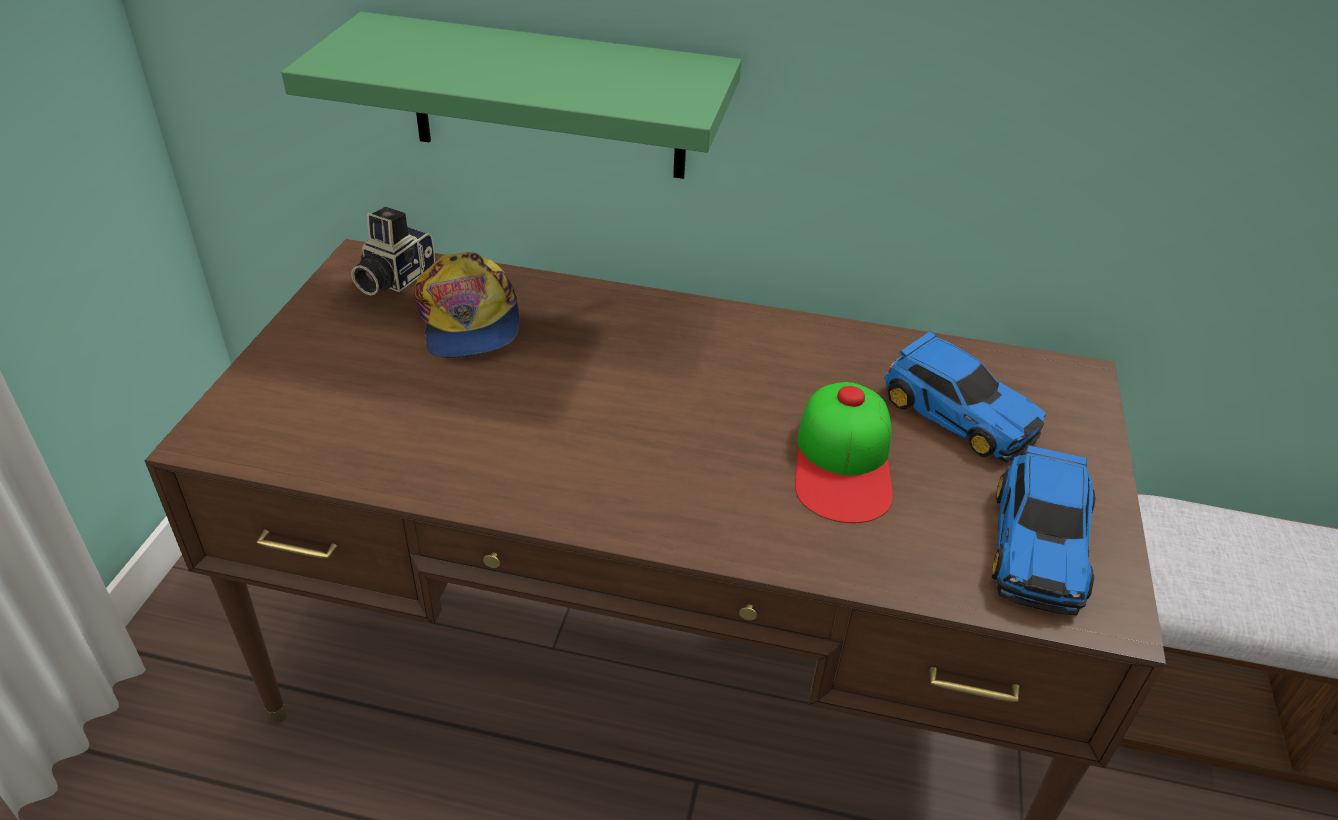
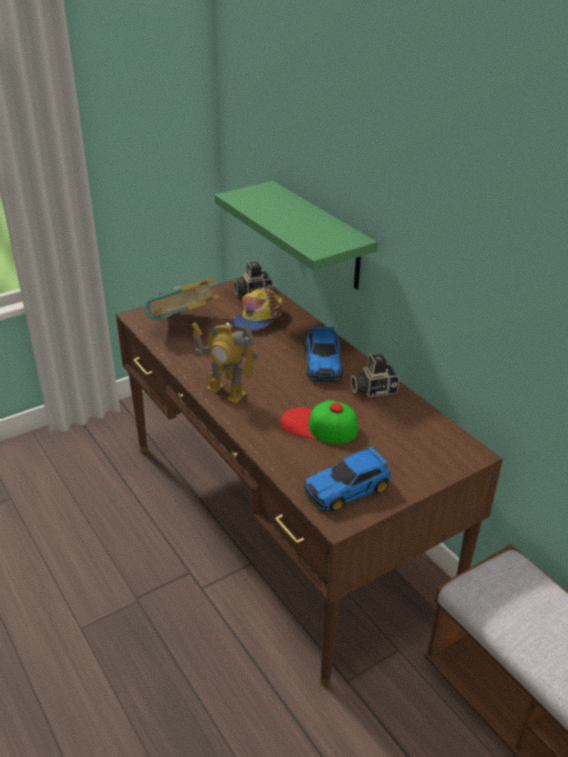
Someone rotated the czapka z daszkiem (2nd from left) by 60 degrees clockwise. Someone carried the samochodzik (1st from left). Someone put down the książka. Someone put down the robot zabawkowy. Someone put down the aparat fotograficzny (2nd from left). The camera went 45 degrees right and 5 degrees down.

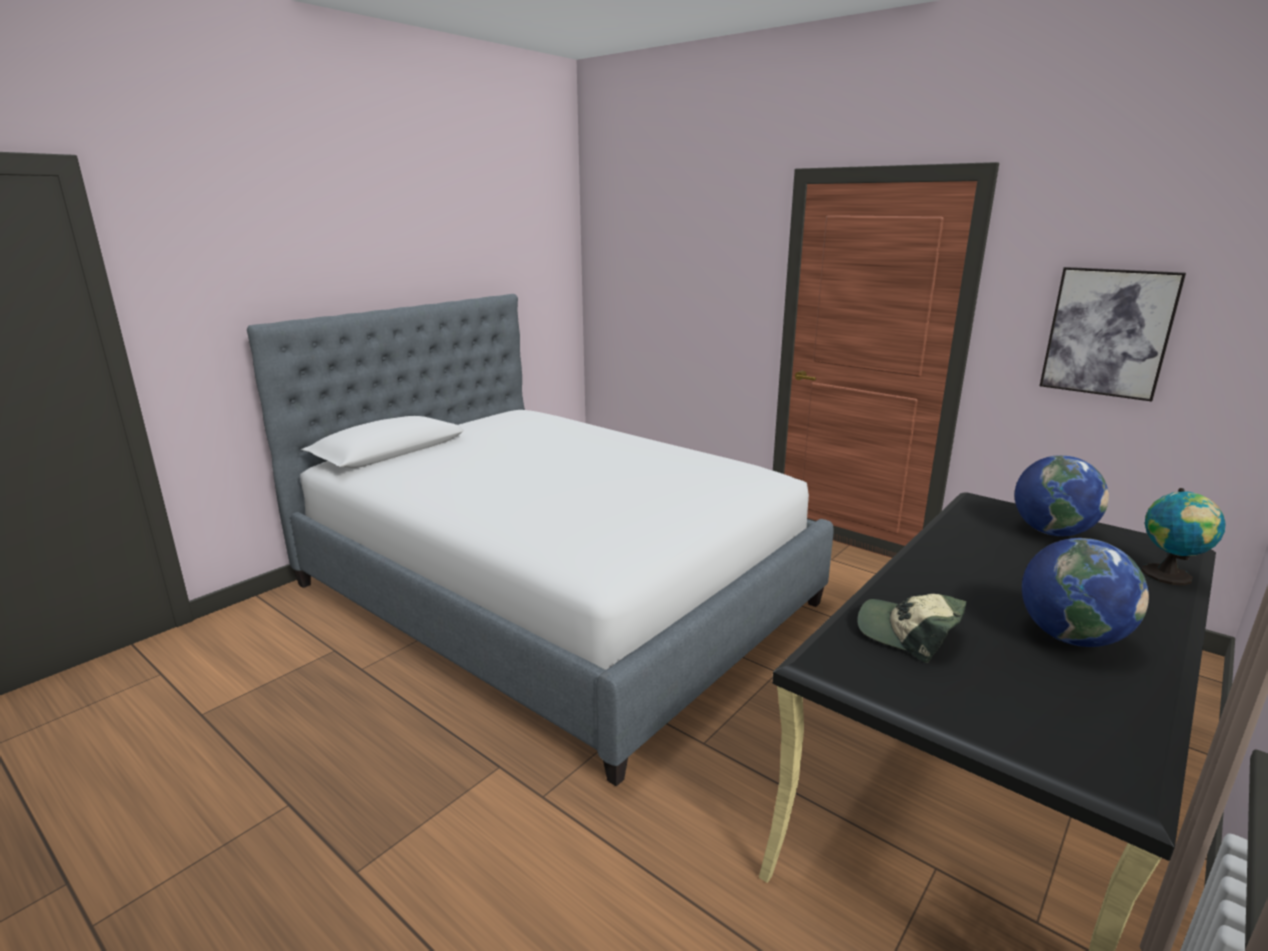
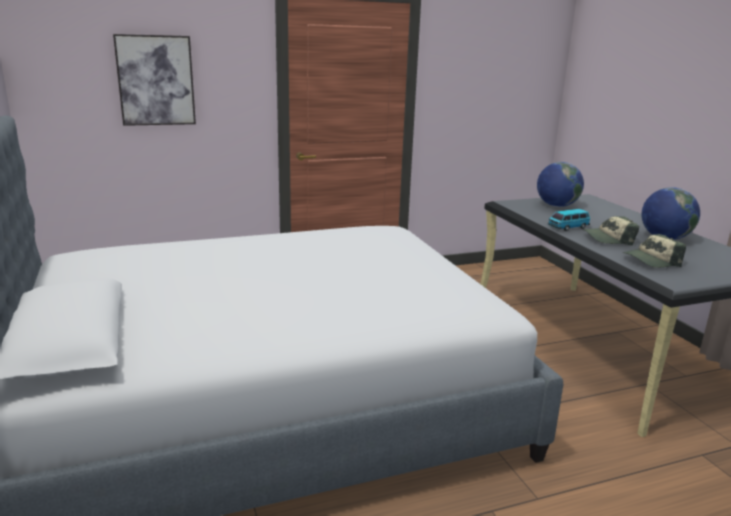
Someone carried the obraz. Someone took away the globus (3rd from left). Someone put down the samochodzik. Someone put down the czapka z daszkiem (1st from left). The camera went 60 degrees left and 0 degrees up.

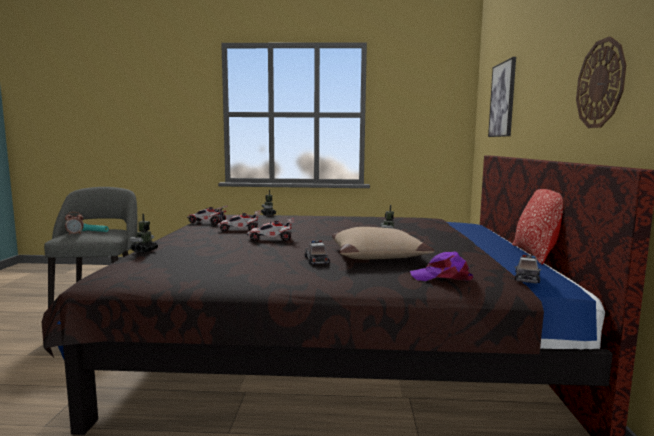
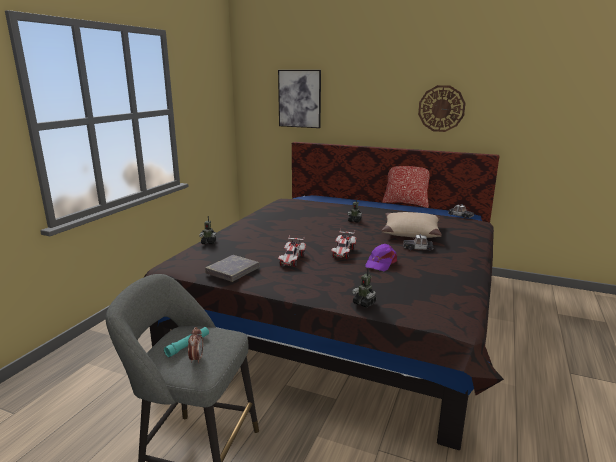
Someone swapped the samochodzik (1st from left) for the książka (szary). Someone carried the czapka z daszkiem (fioletowy). The camera went 70 degrees left and 10 degrees up.

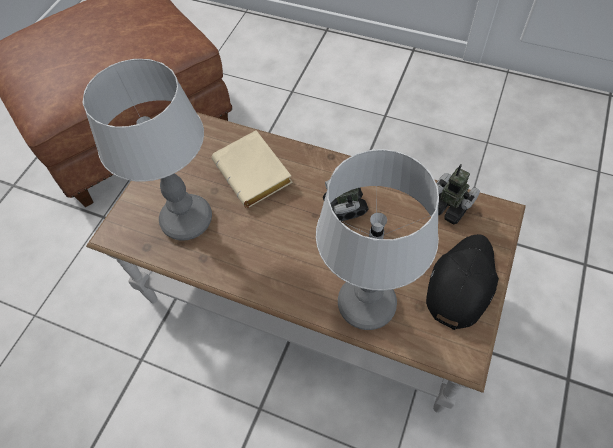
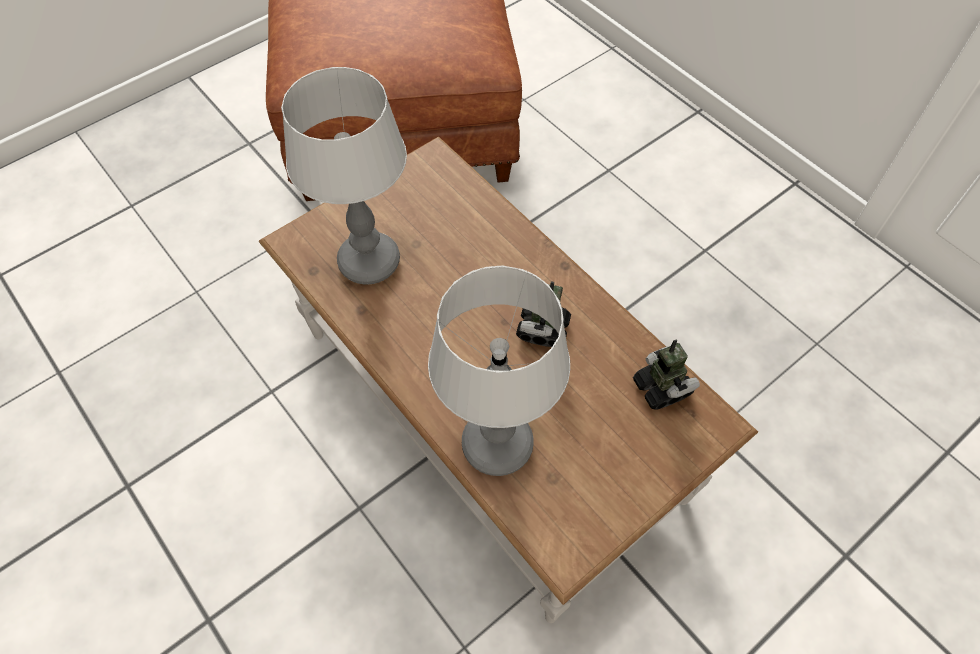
Someone took away the książka (beżowy). Someone took away the czapka z daszkiem (czarny). The camera went 25 degrees right and 0 degrees up.

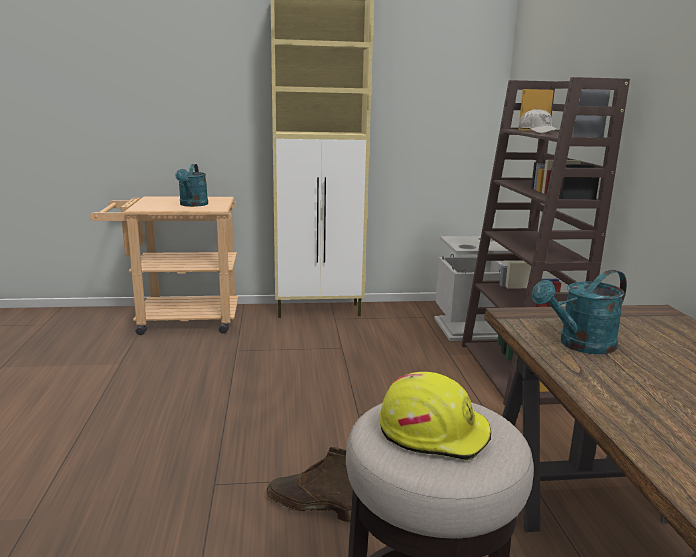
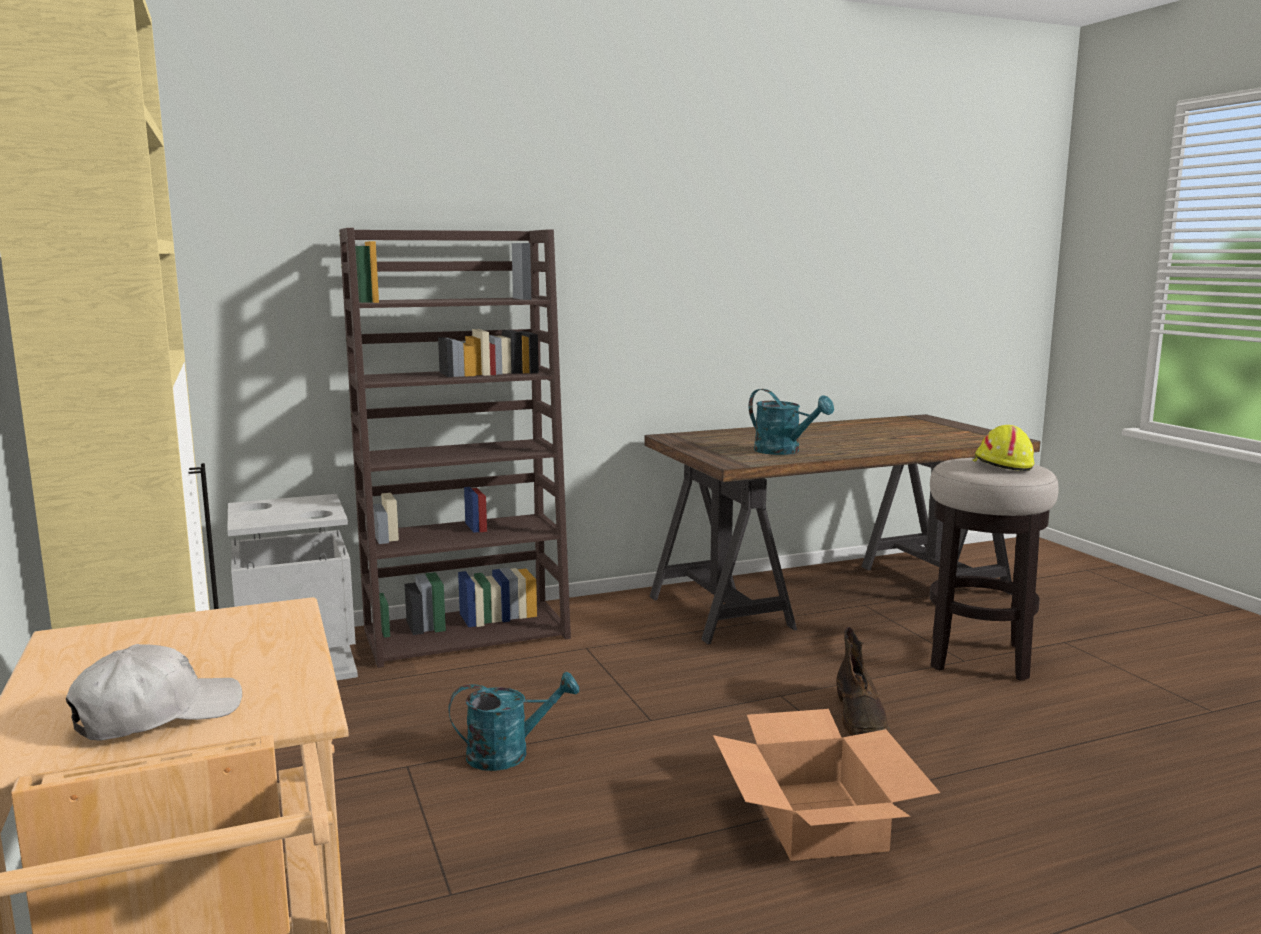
Someone carried the konewka (turkusowy) (1st from left). Someone carried the czapka z daszkiem (biały). Someone put down the karton. The camera went 105 degrees left and 5 degrees down.

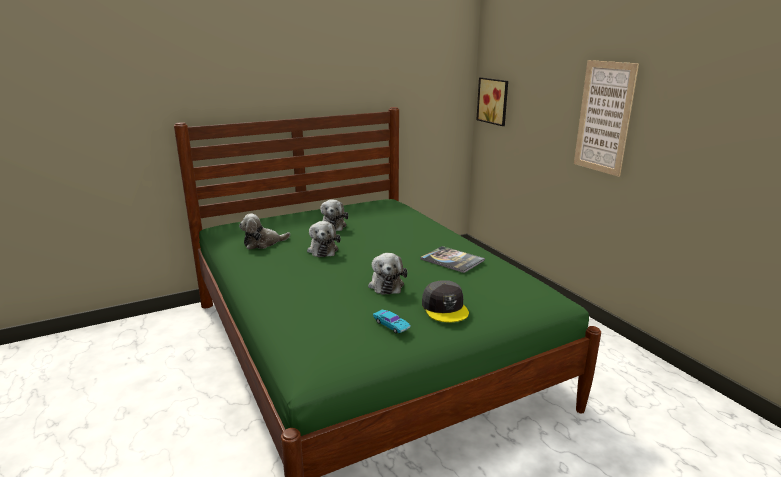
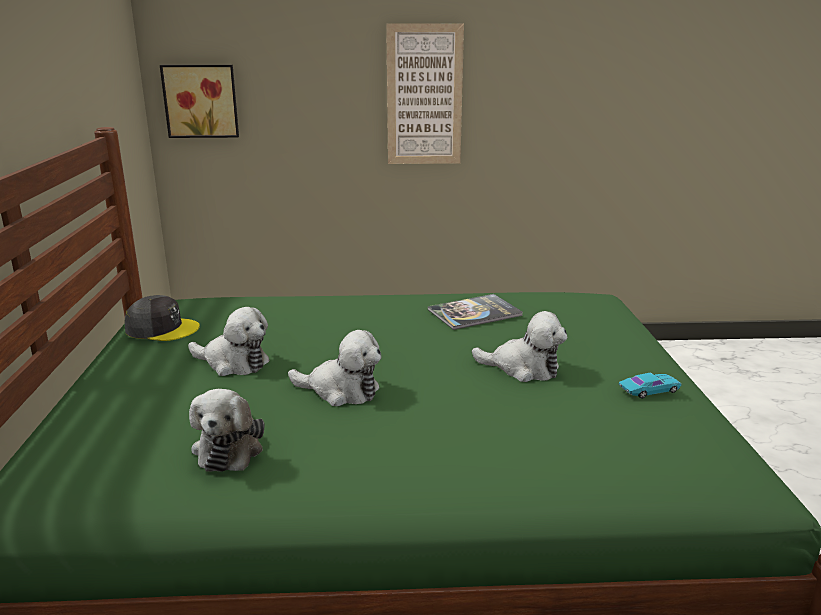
Someone carried the czapka z daszkiem (szary). The camera went 65 degrees left and 0 degrees up.

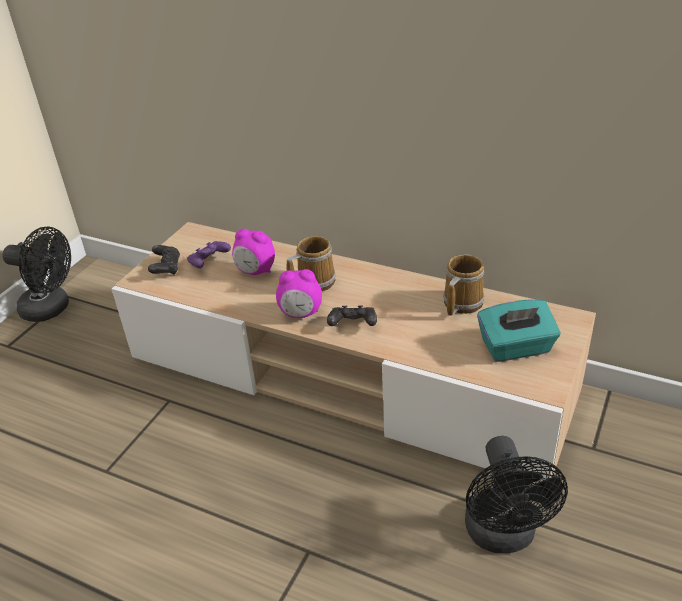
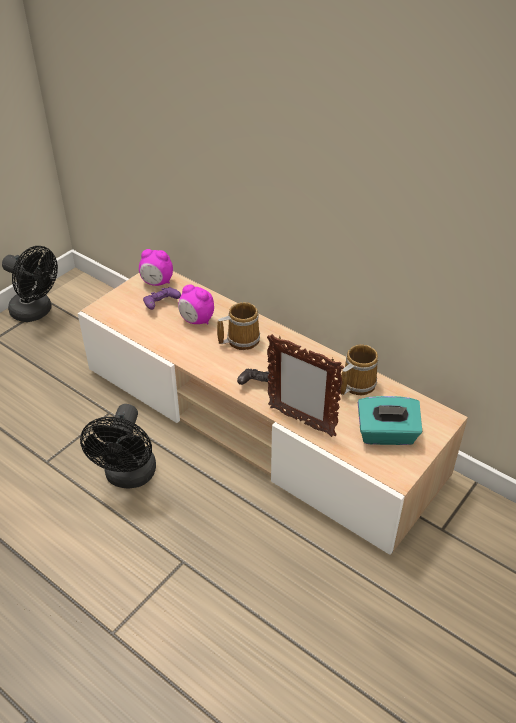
Someone took away the pad do gier (czarny) (1st from left). Someone carried the budzik (2nd from left in the first image). Someone carried the wentylator (czarny) (2nd from left). Someone put down the ramka na zdjęcie. The camera went 10 degrees right and 5 degrees up.

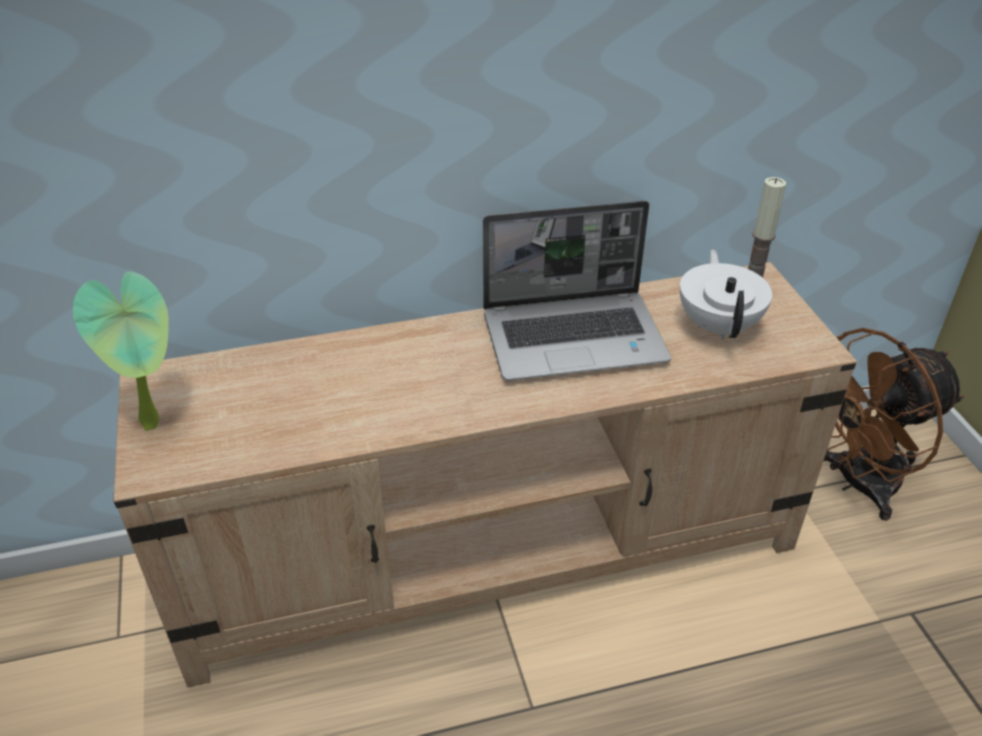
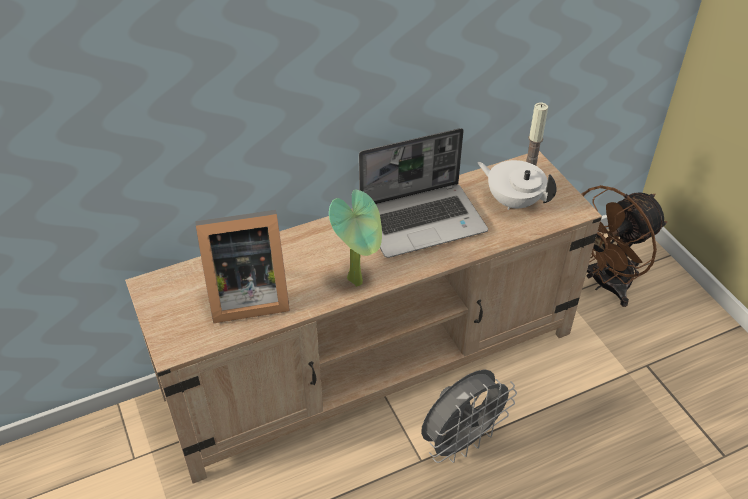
Someone carried the roślina doniczkowa. Someone rotated the imbryk (biały) by 45 degrees counterclockwise. Someone put down the ramka na zdjęcie. Someone put down the wentylator (szary). The camera went 10 degrees left and 5 degrees up.

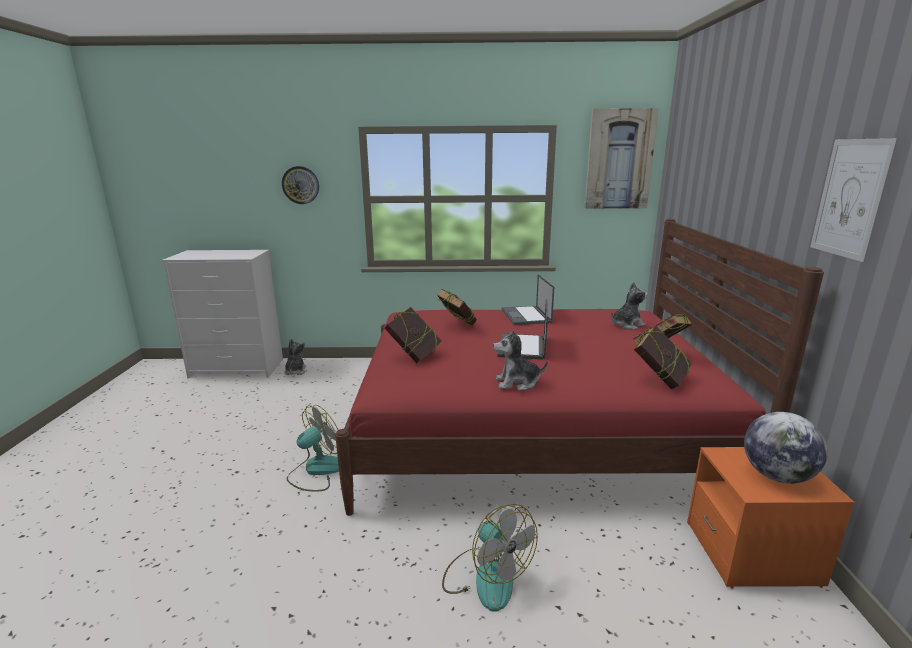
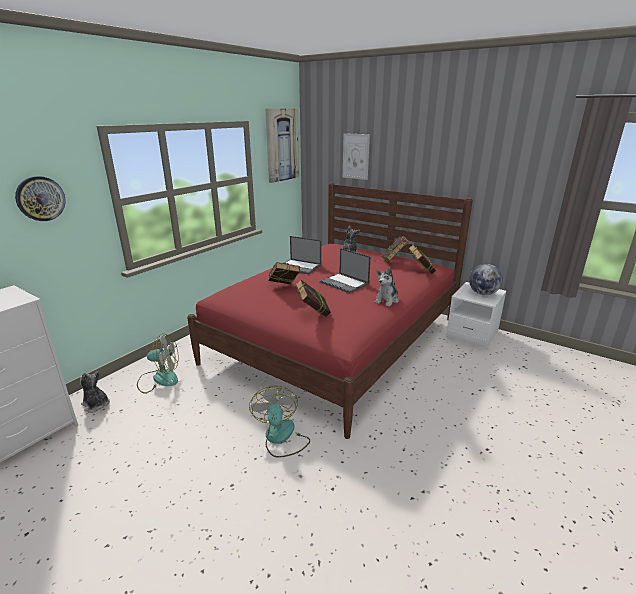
Someone carried the wentylator (2nd from left in the first image). Someone repainted the szafka nocna (pomarańczowy), which became the szafka nocna (biały). Someone carried the obraz (2nd from left). The camera went 55 degrees left and 5 degrees up.

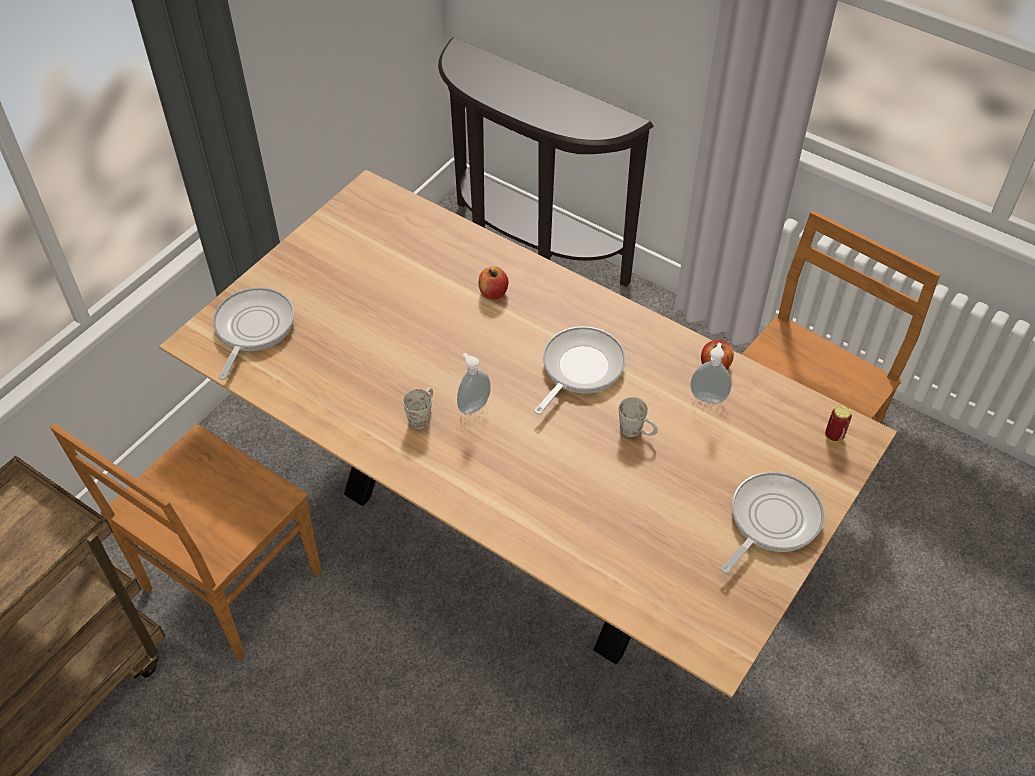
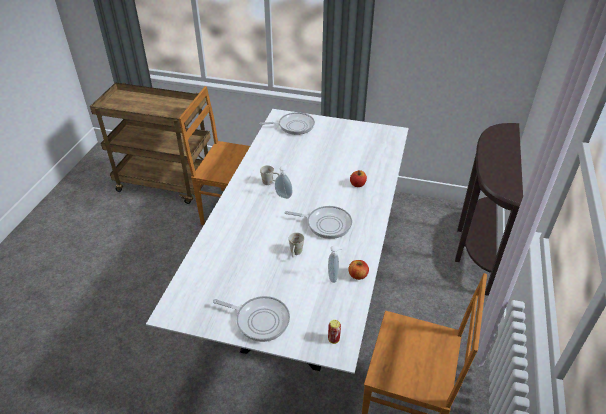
Someone repainted the stół jadalny (brązowy), which became the stół jadalny (biały). The camera went 70 degrees right and 10 degrees down.

